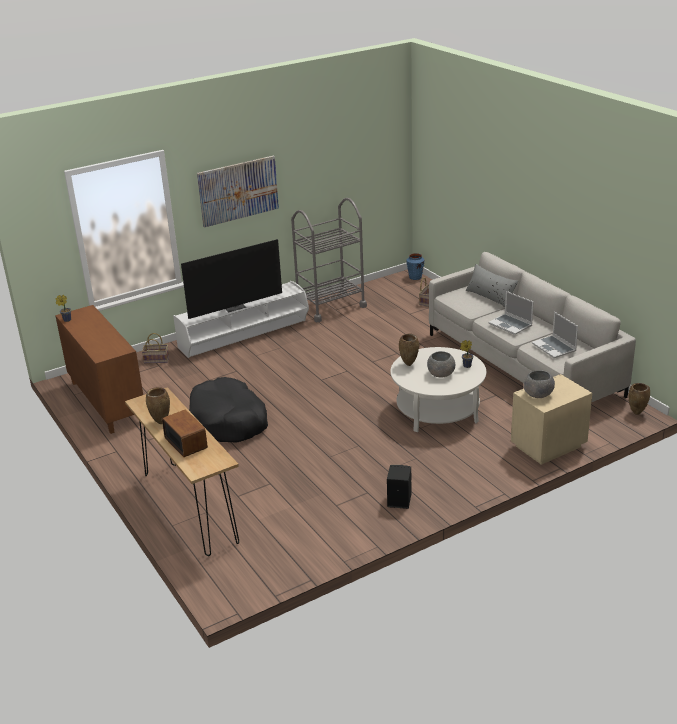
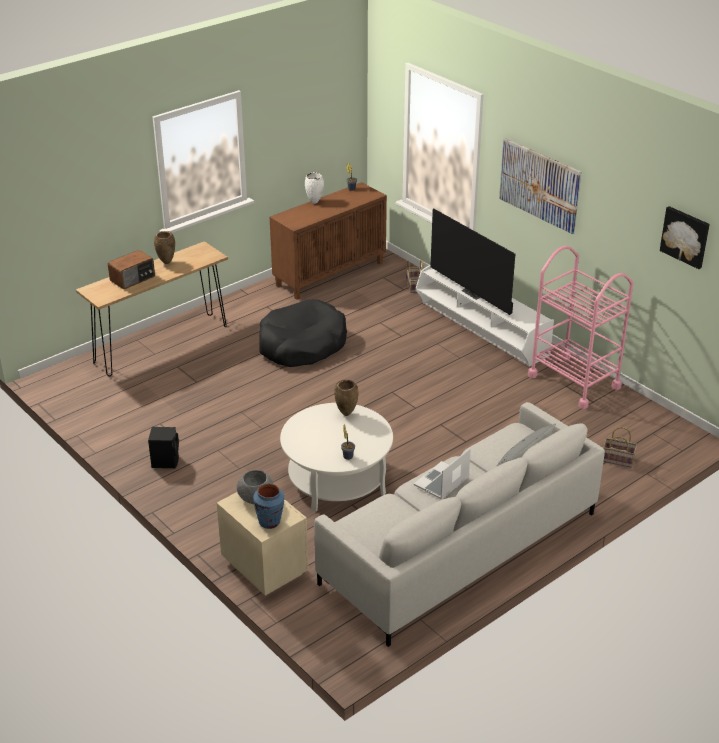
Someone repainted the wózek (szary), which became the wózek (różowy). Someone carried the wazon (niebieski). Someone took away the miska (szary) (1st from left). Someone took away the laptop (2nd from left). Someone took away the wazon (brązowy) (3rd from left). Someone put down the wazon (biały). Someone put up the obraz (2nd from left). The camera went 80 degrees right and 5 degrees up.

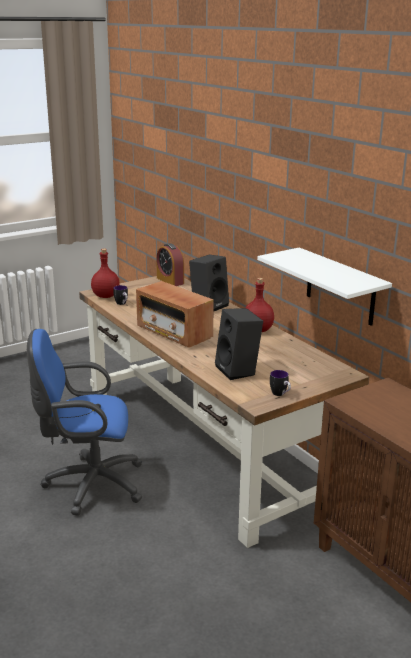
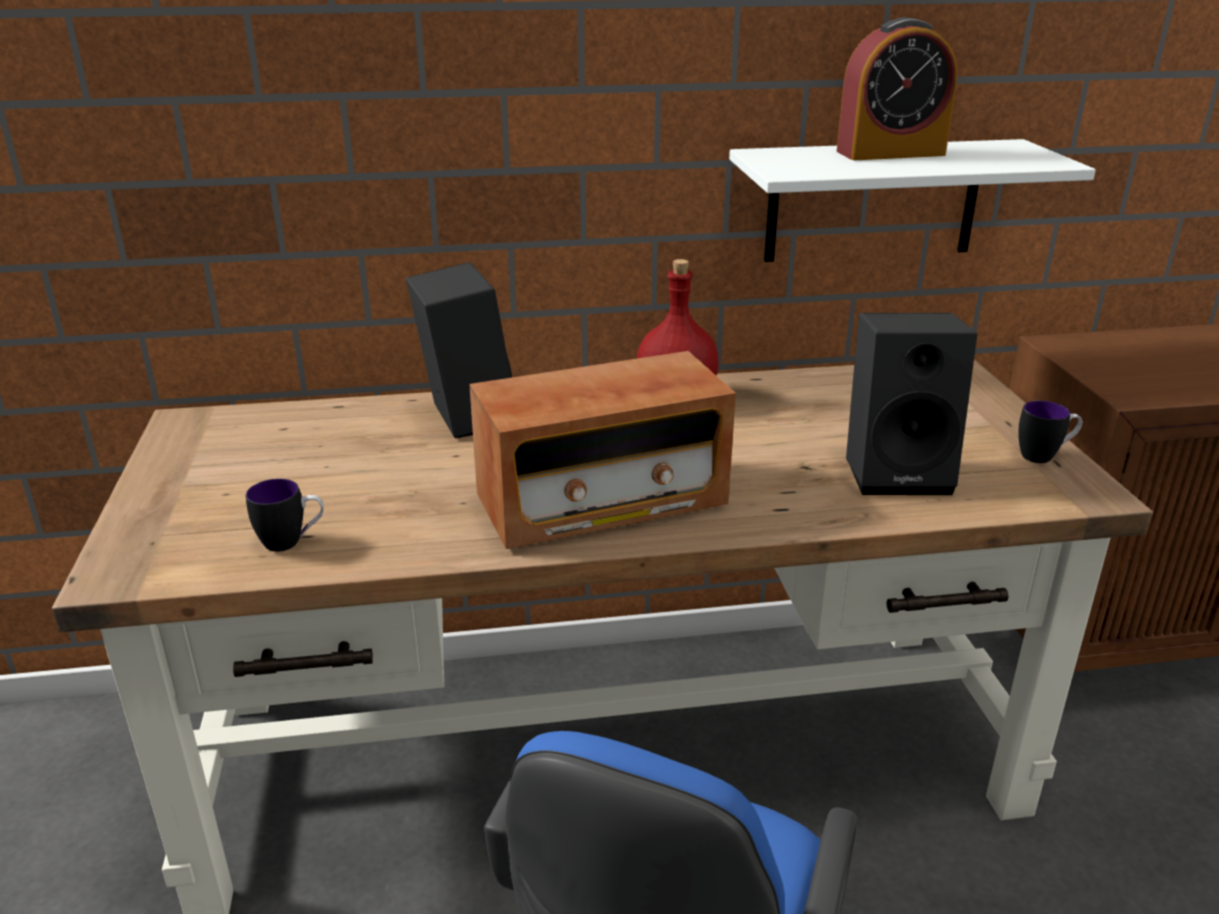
Someone took away the butelka (czerwony) (1st from left). Someone carried the budzik. The camera went 65 degrees left and 5 degrees up.

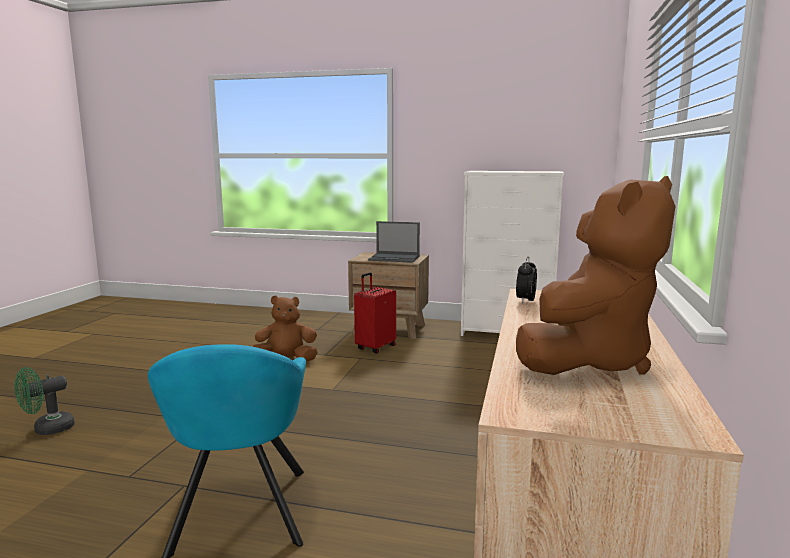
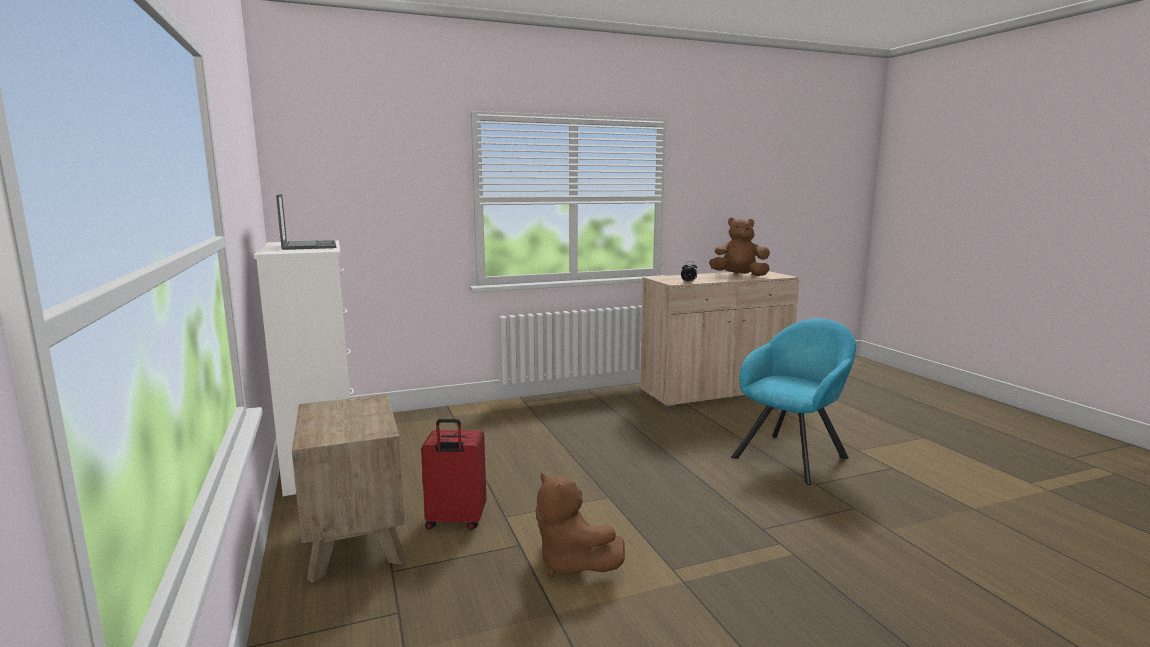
Someone took away the wentylator (zielony). Someone carried the laptop. The camera went 125 degrees left and 0 degrees up.

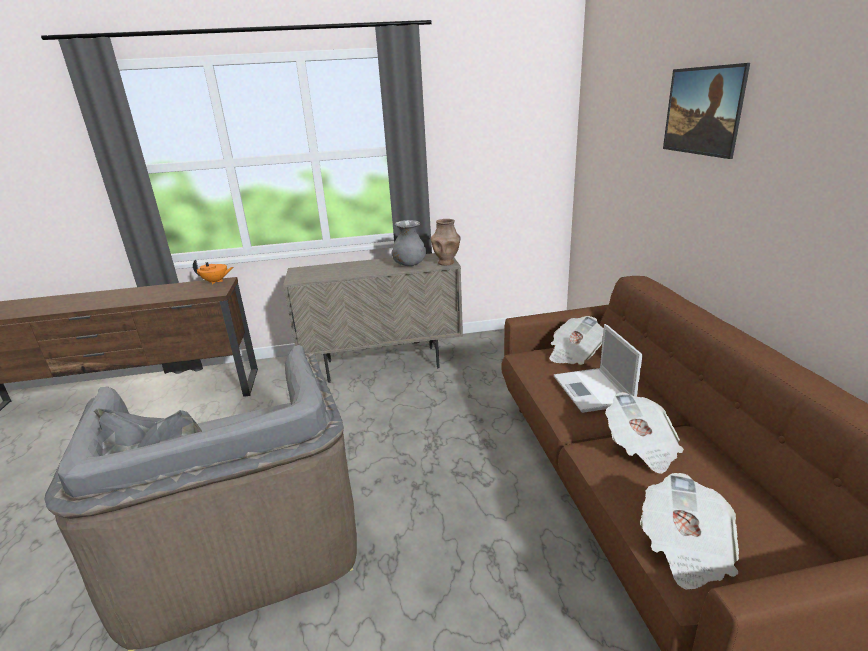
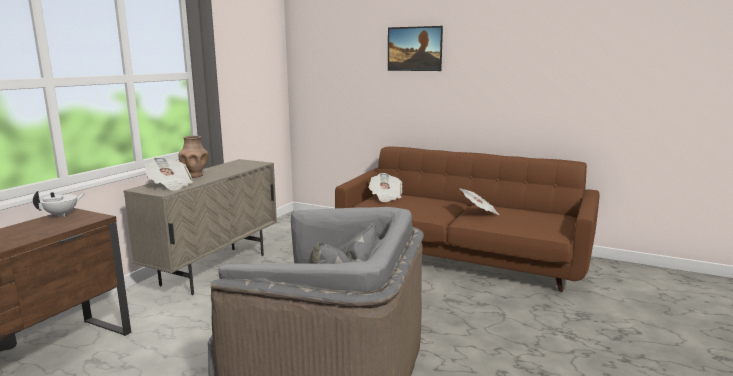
Someone repainted the imbryk (pomarańczowy), which became the imbryk (biały). Someone took away the wazon (szary). Someone carried the wazon (brązowy). Someone took away the laptop. Someone carried the gazeta (3rd from left in the first image). The camera went 55 degrees left and 10 degrees down.

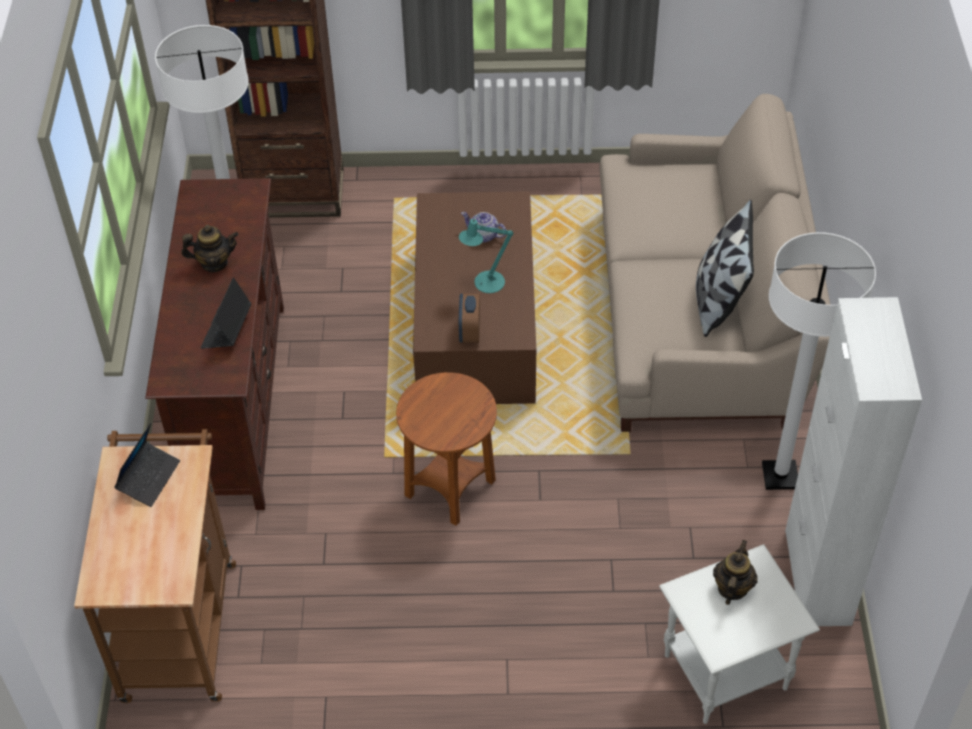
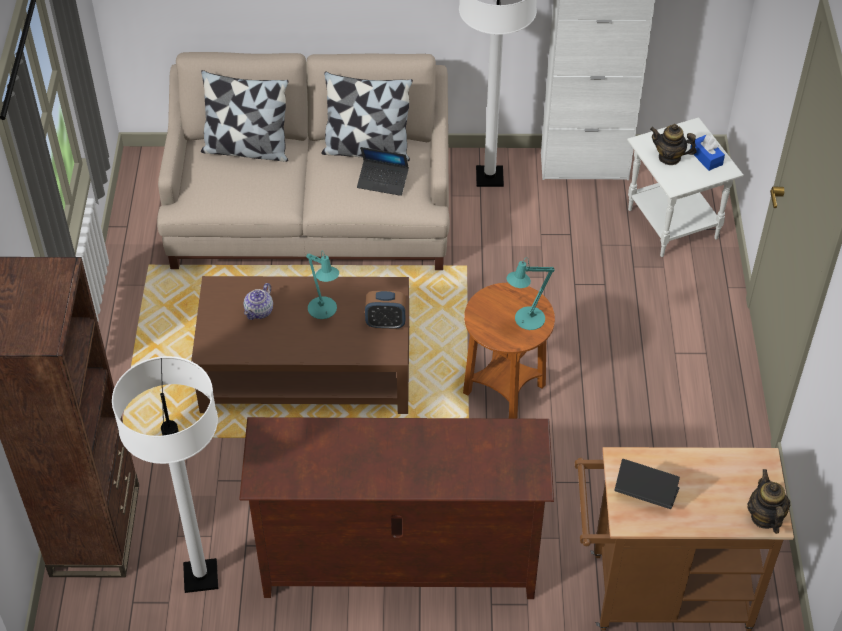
Someone carried the imbryk (1st from left in the first image). Someone carried the laptop (2nd from left in the first image). Someone put down the poduszka (1st from left). Someone put down the lampa stołowa (turkusowy) (2nd from left). Someone put down the pudełko chusteczek (niebieski). The camera went 90 degrees left and 0 degrees up.

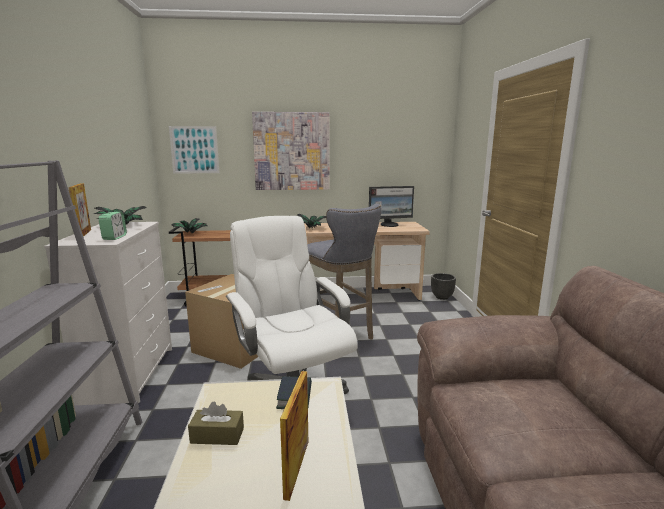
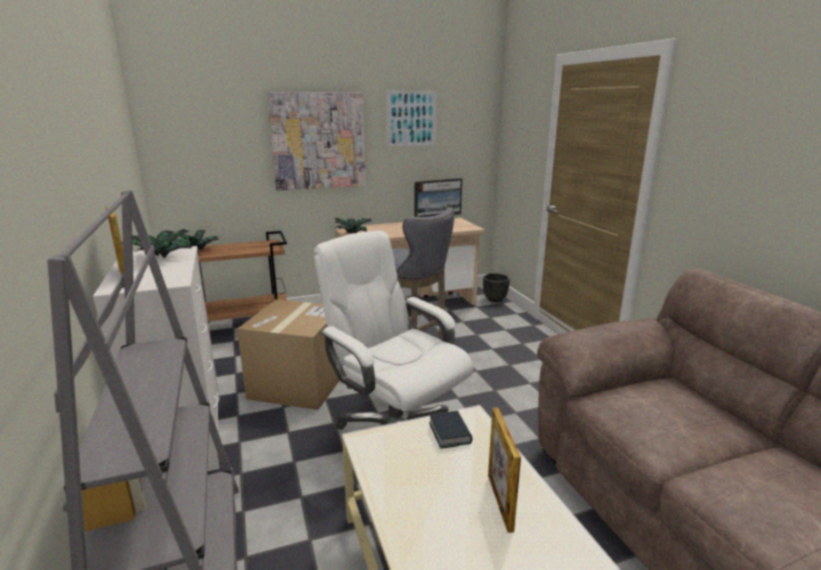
Someone took away the budzik. Someone carried the obraz (1st from left in the first image). Someone took away the pudełko chusteczek (brązowy). The camera went 15 degrees left and 5 degrees up.

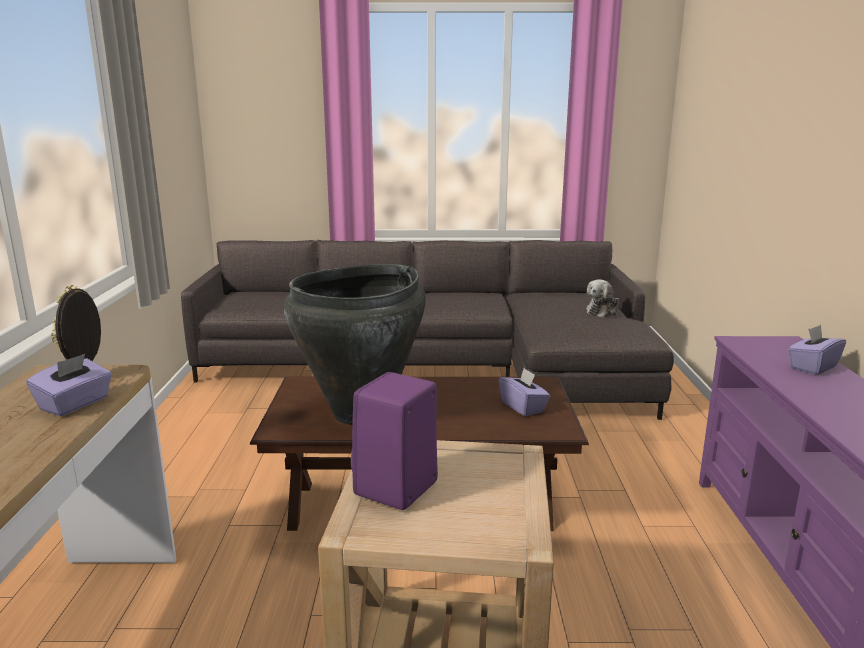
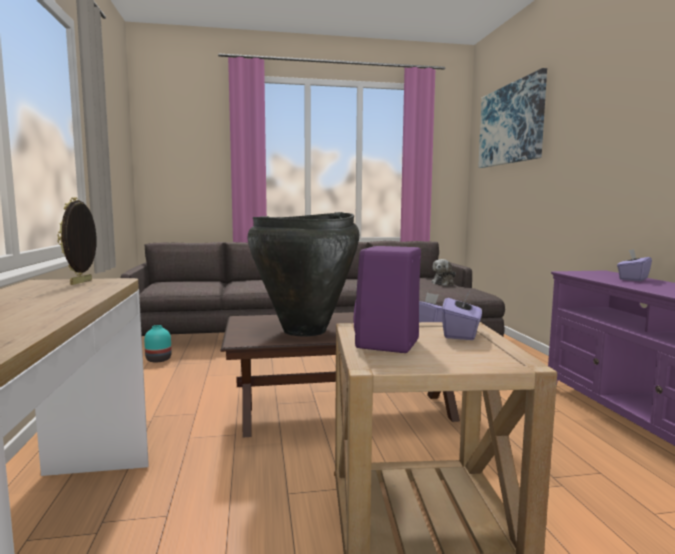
Someone carried the pudełko chusteczek (fioletowy) (1st from left in the first image). Someone put down the wazon (turkusowy). Someone put up the obraz. The camera went 10 degrees left and 10 degrees down.

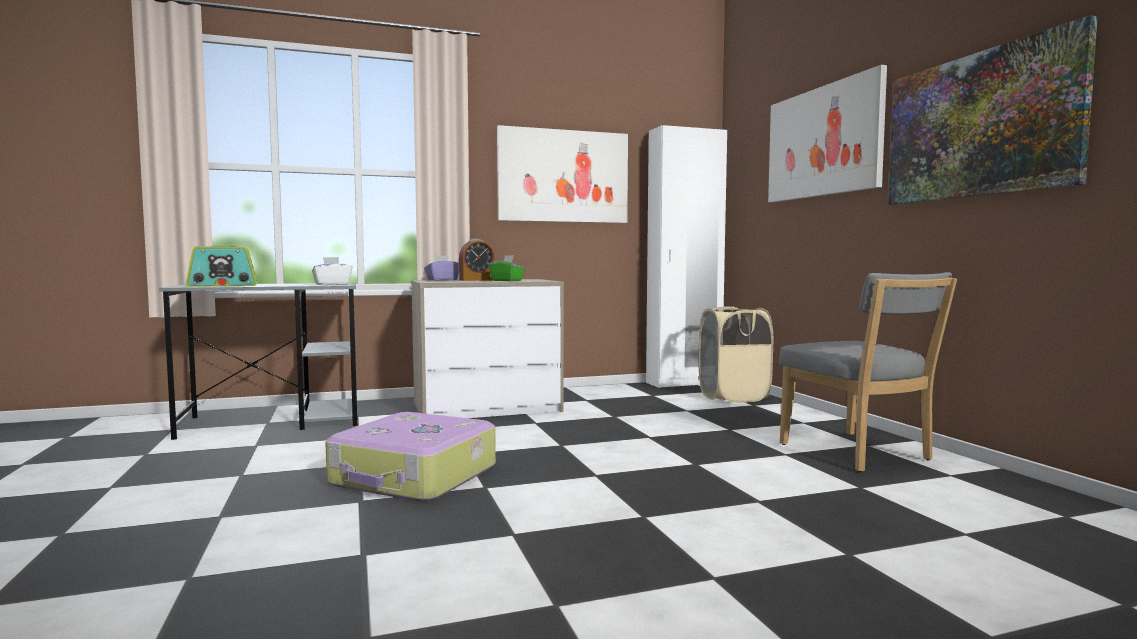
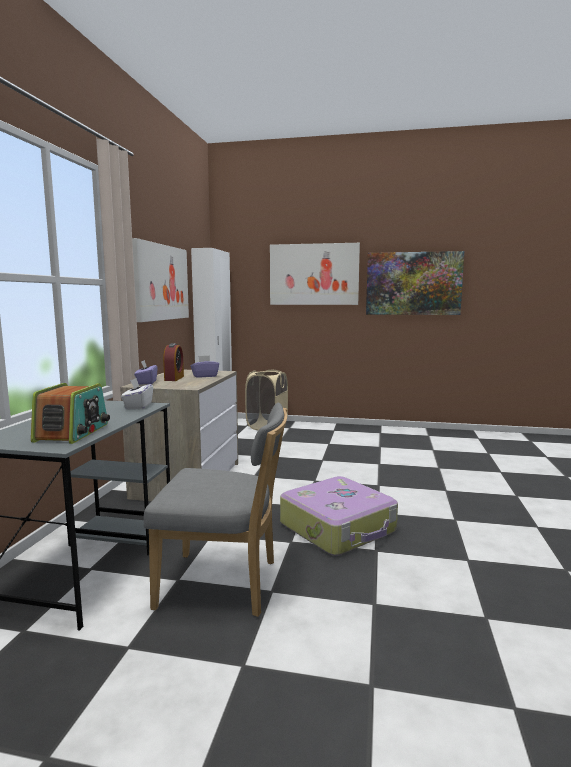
Someone repainted the pudełko chusteczek (zielony), which became the pudełko chusteczek (fioletowy) (2nd from left). Someone carried the krzesło (szary). The camera went 60 degrees left and 5 degrees up.

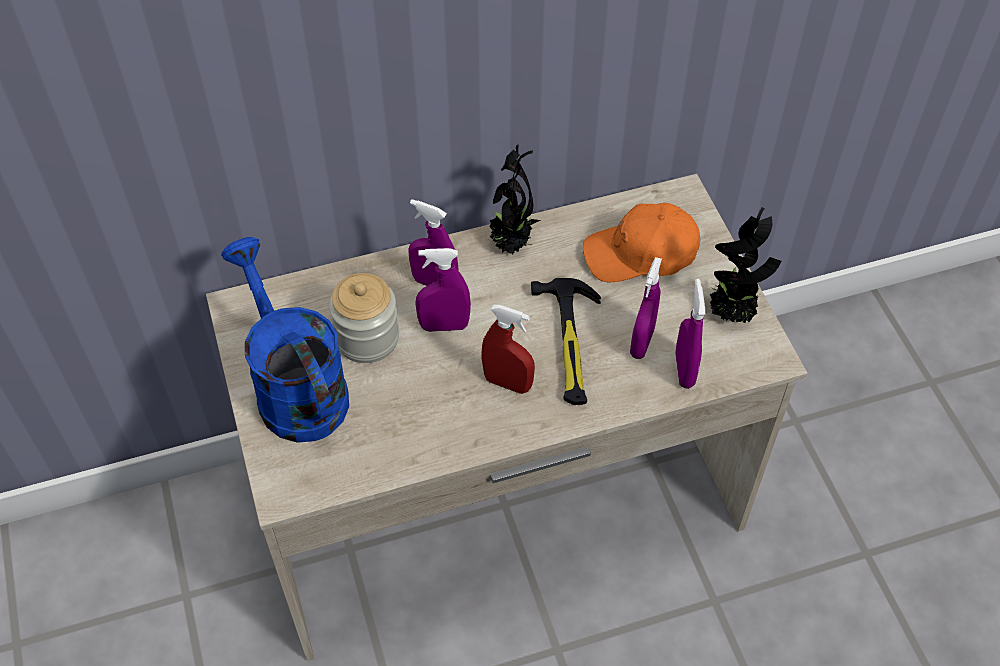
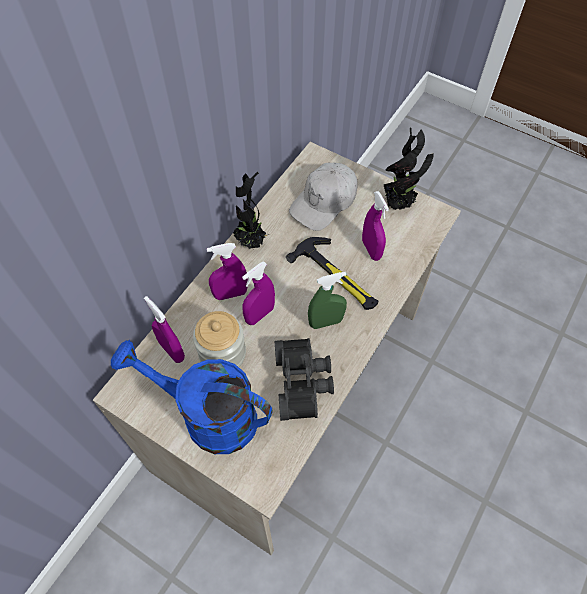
Someone repainted the spryskiwacz (czerwony), which became the spryskiwacz (zielony). Someone repainted the czapka z daszkiem (pomarańczowy), which became the czapka z daszkiem (biały). Someone carried the spryskiwacz (fioletowy) (4th from left in the first image). Someone put down the lornetka (czarny). The camera went 40 degrees left and 5 degrees up.

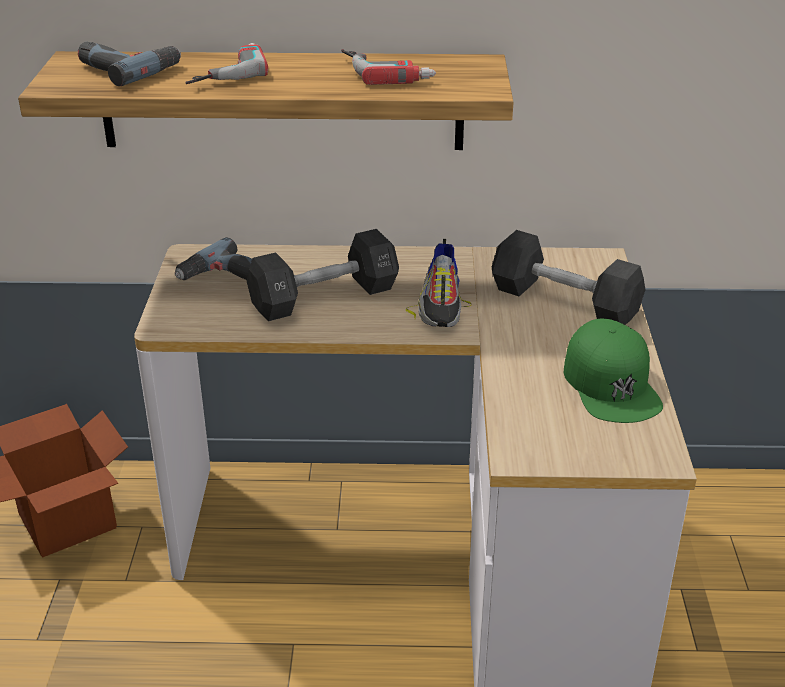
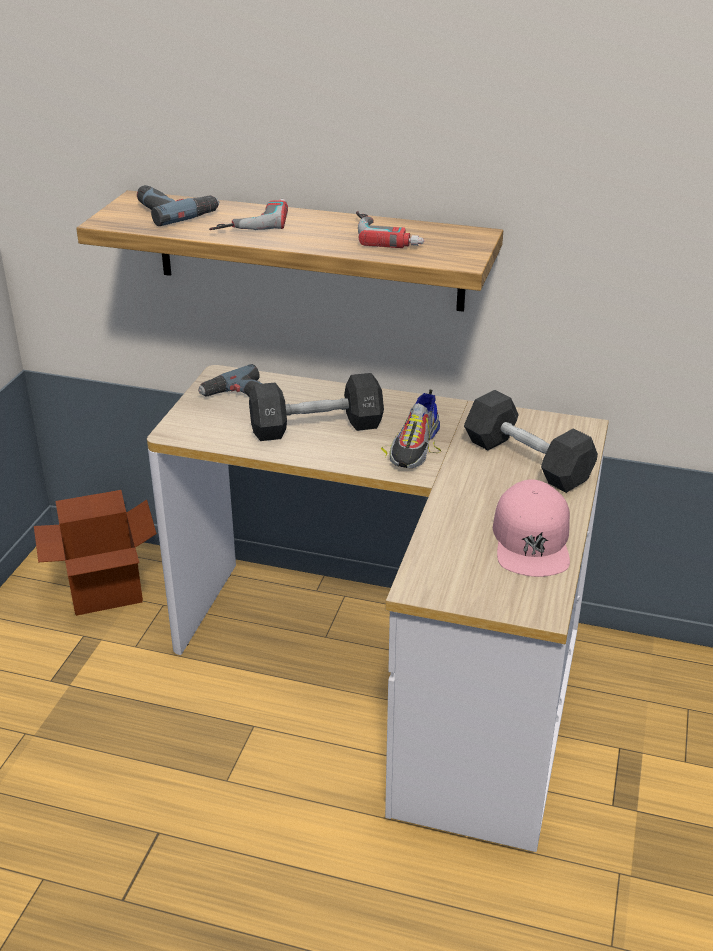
Someone repainted the czapka z daszkiem (zielony), which became the czapka z daszkiem (różowy). The camera went 15 degrees right and 0 degrees up.

